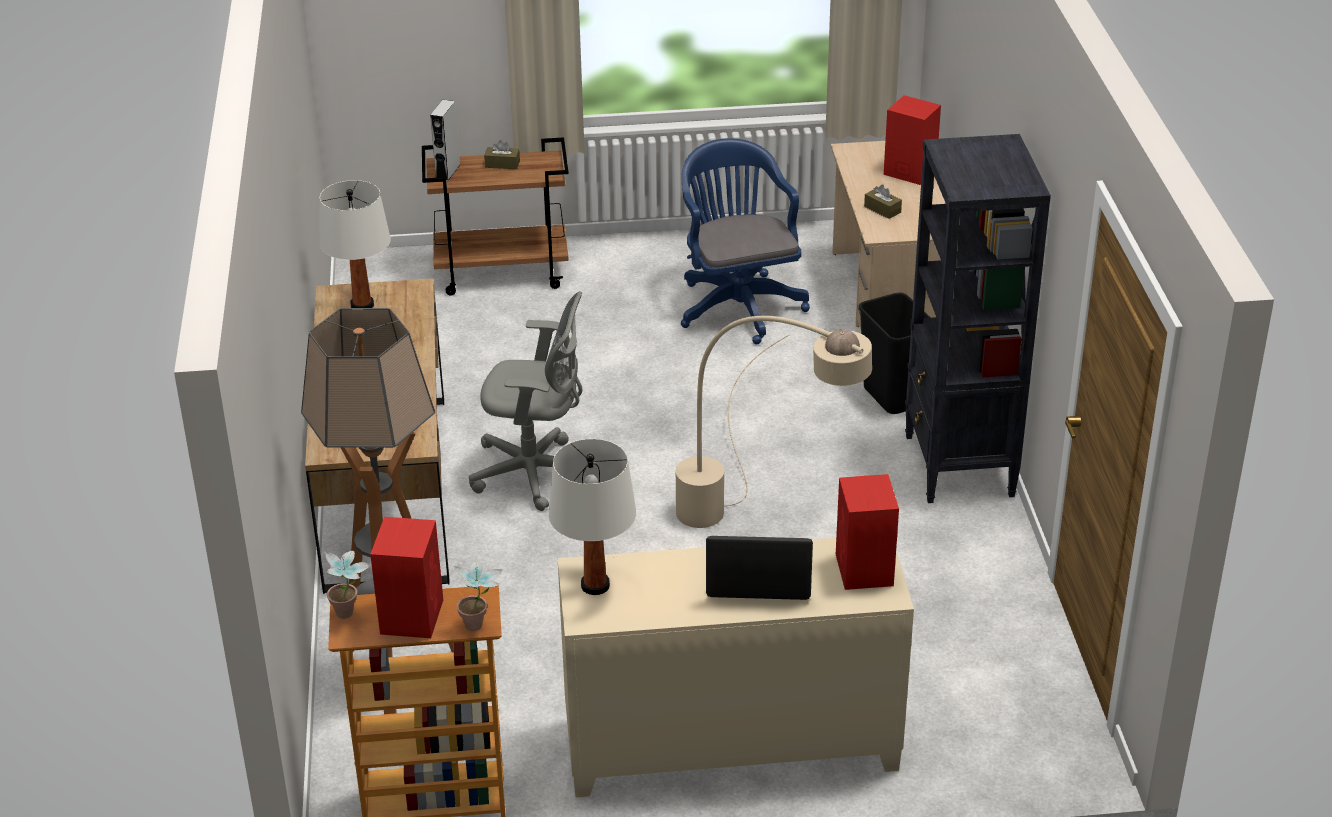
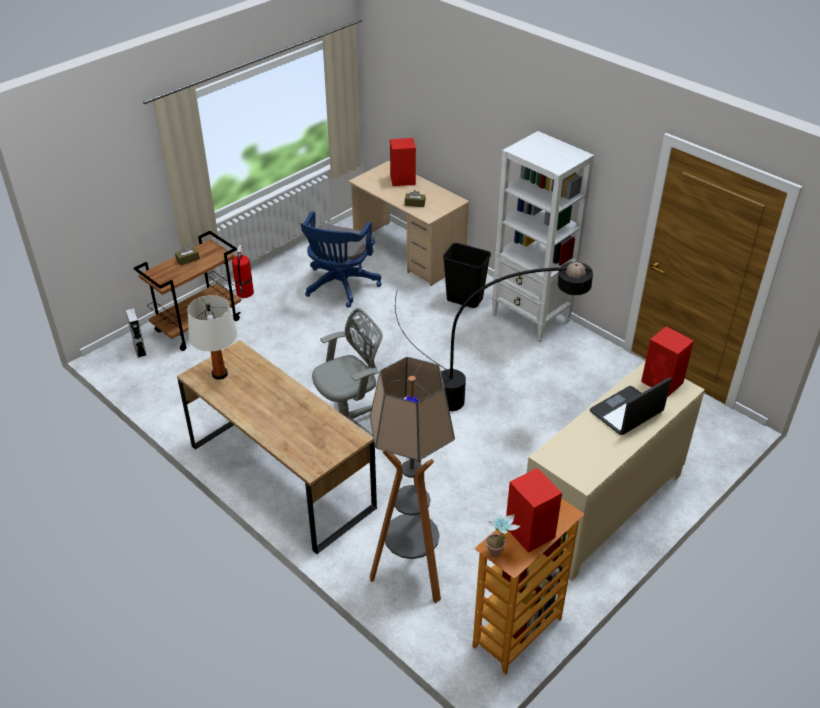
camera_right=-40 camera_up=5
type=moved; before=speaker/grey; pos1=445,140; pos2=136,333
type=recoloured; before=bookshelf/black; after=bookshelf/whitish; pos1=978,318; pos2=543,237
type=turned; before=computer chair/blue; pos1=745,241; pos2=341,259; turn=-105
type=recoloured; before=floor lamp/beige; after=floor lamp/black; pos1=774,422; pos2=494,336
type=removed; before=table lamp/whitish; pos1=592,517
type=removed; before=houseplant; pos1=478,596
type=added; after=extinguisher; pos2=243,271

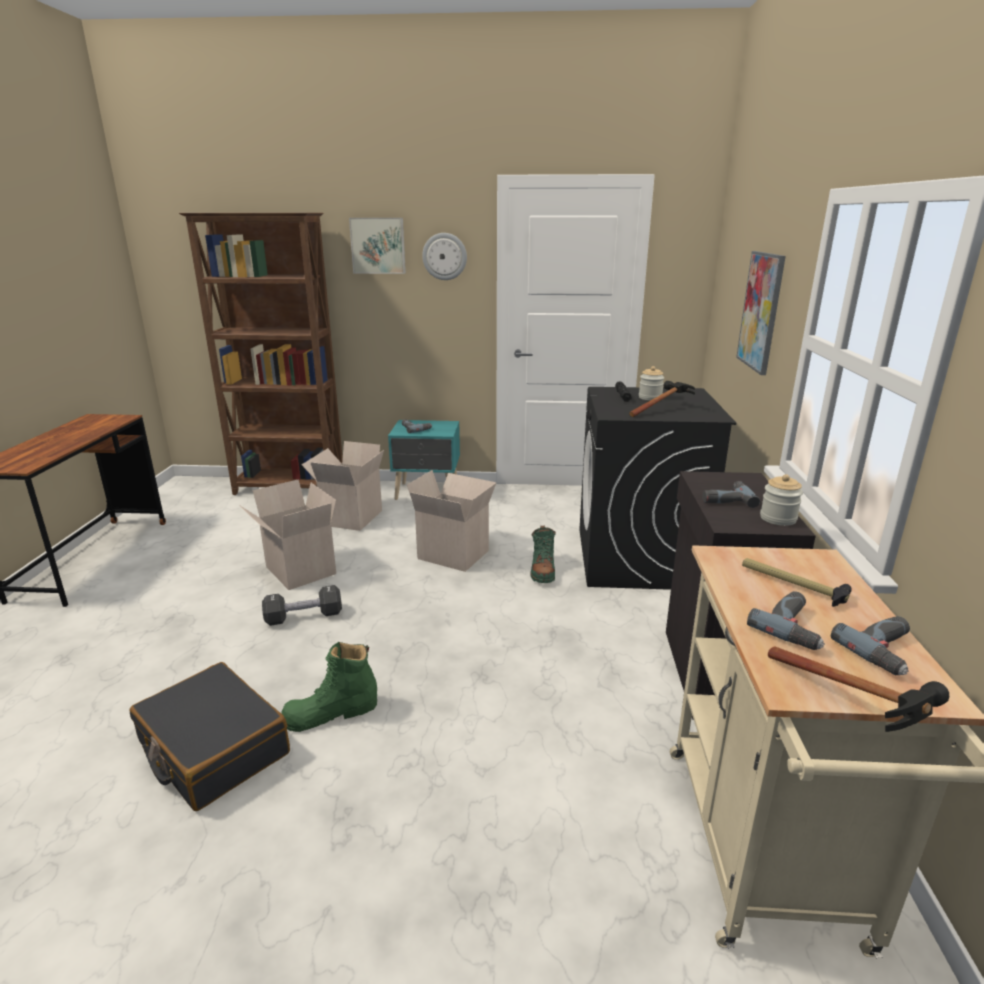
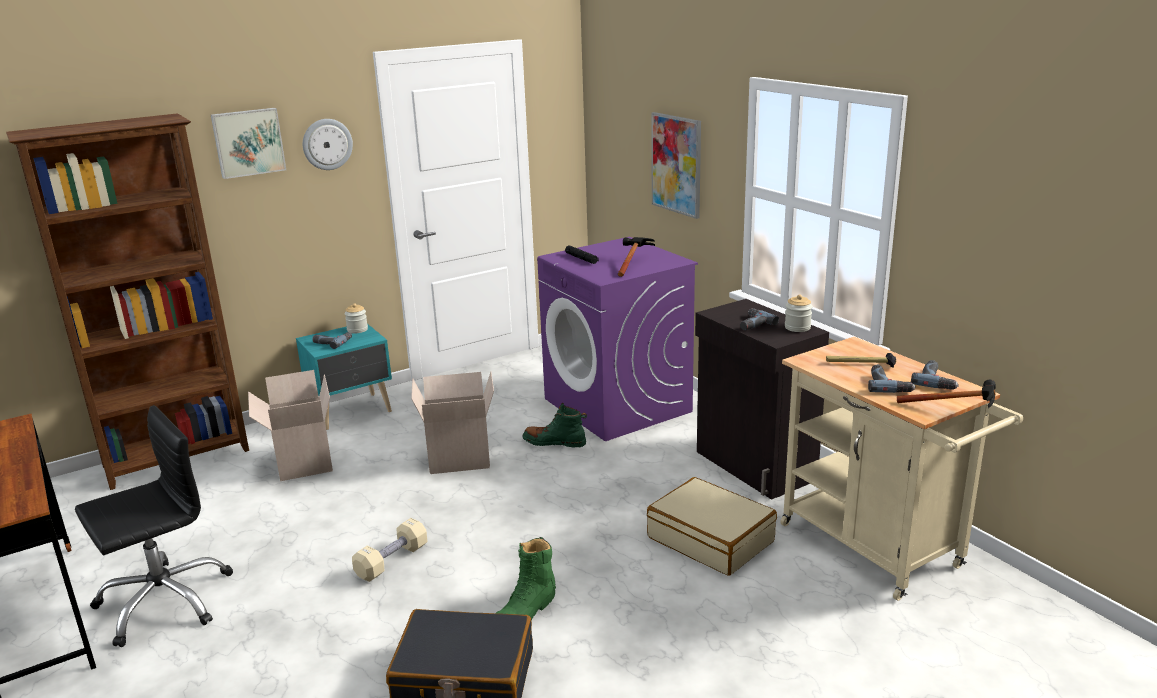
camera_right=-35 camera_up=0
type=moved; before=storage jar; pos1=651,383; pos2=356,318
type=recoloured; before=laundry machine/black; after=laundry machine/purplish; pos1=657,488; pos2=617,339
type=removed; before=packing box; pos1=287,534
type=turned; before=tall boot/green-coloured; pos1=543,554; pos2=554,425; turn=135
type=recoloured; before=dumbbell/black; after=dumbbell/beige; pos1=302,605; pos2=390,550
type=added; after=computer chair/black; pos2=154,526
type=added; after=piece of luggage/beige; pos2=712,526

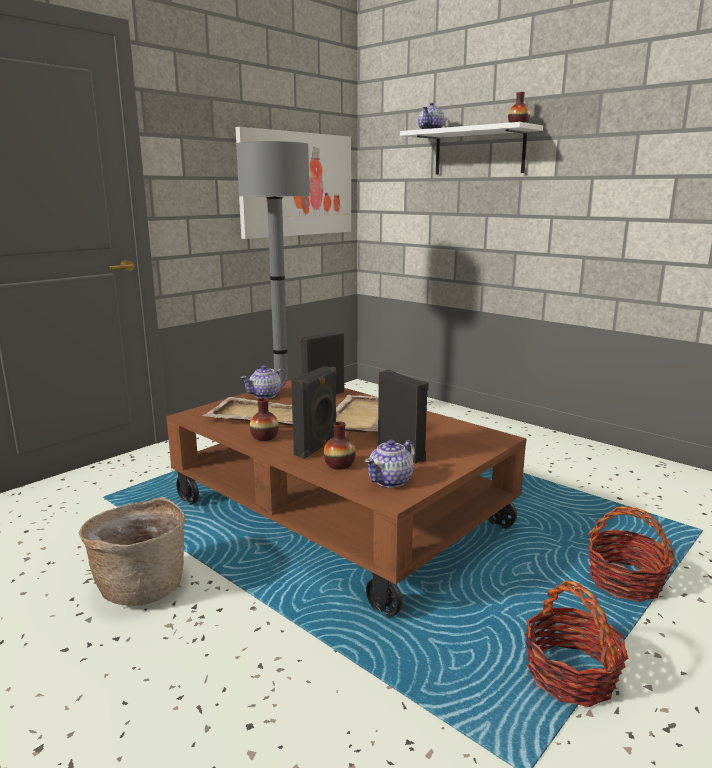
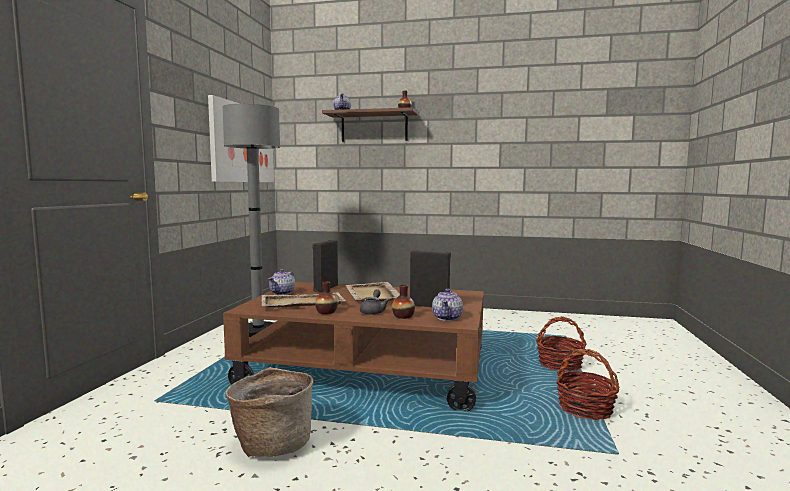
camera_right=-30 camera_up=-10
type=recoloured; before=wall shelf/whitish; after=wall shelf/brownish; pos1=471,148; pos2=370,124
type=replaced; before=speaker/black; after=tea pot/grey; pos1=314,412; pos2=374,302

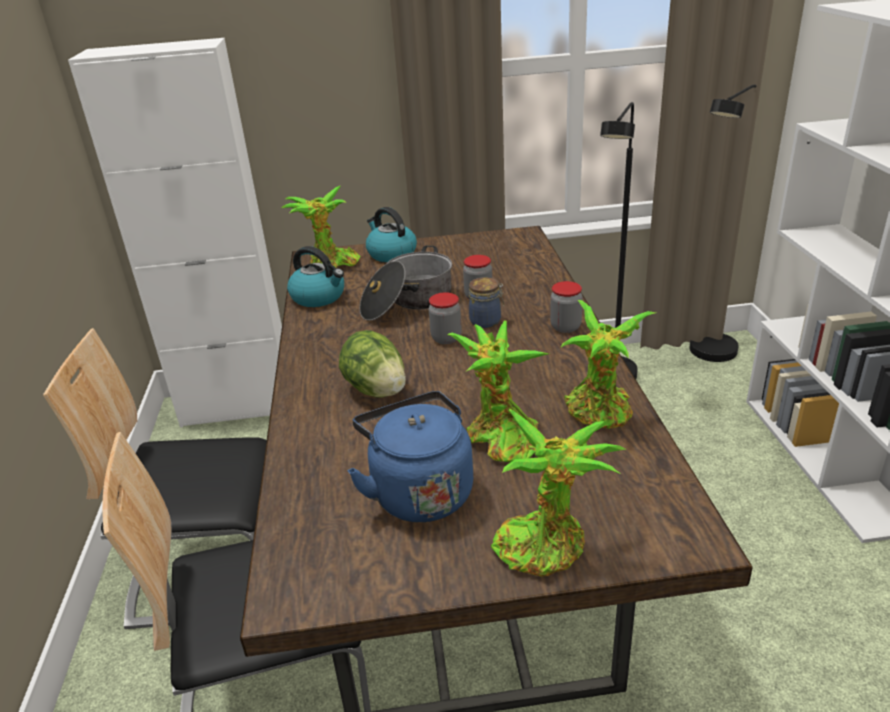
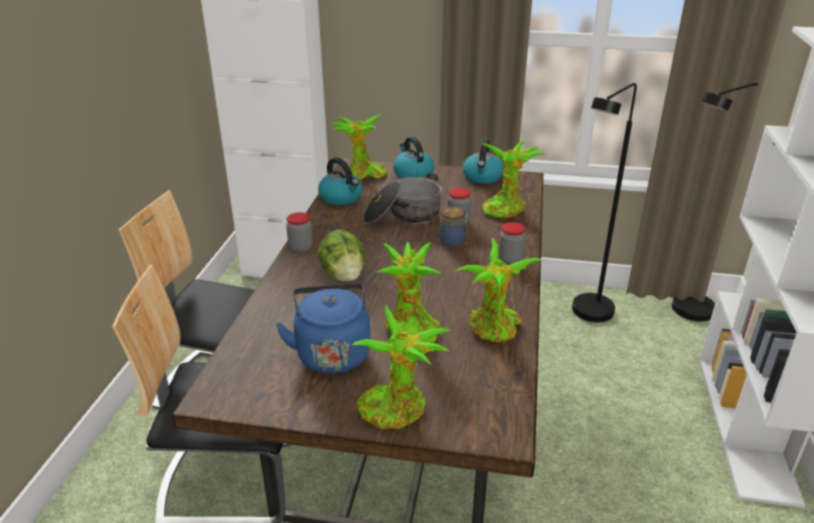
camera_right=15 camera_up=0
type=moved; before=storage jar; pos1=445,318; pos2=299,232
type=added; after=water kettle; pos2=483,161
type=added; after=houseplant; pos2=514,179

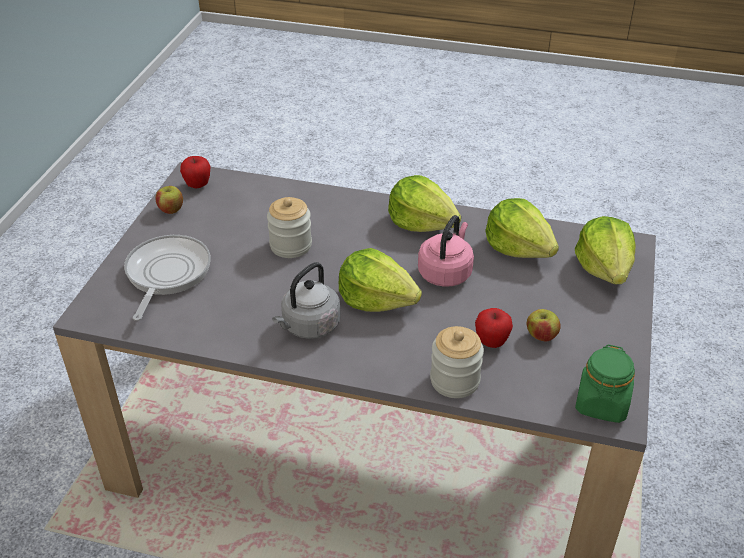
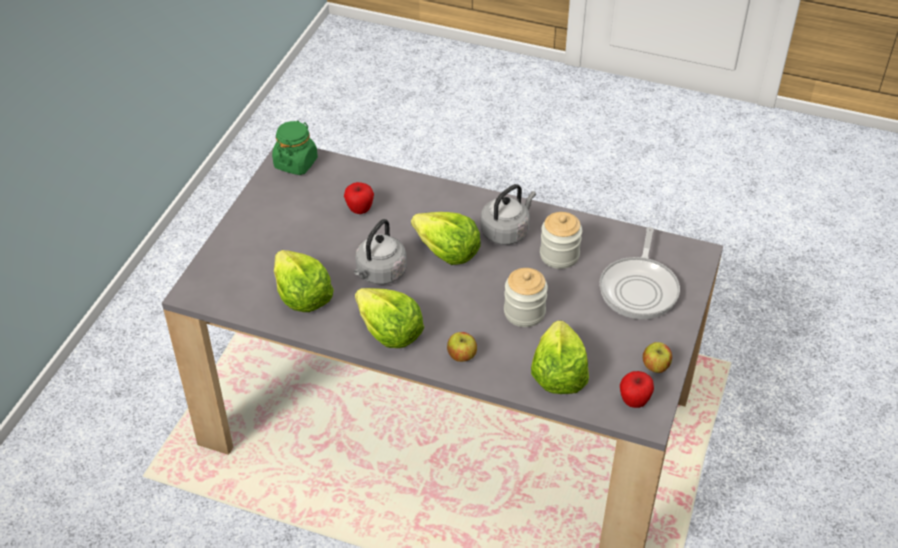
camera_right=-175 camera_up=5
type=recoloured; before=water kettle/pink-coloured; after=water kettle/grey; pos1=446,251; pos2=380,252
type=moved; before=lettuce; pos1=605,250; pos2=560,357
type=moved; before=apple; pos1=544,325; pos2=462,347
type=moved; before=storage jar; pos1=457,362; pos2=561,240

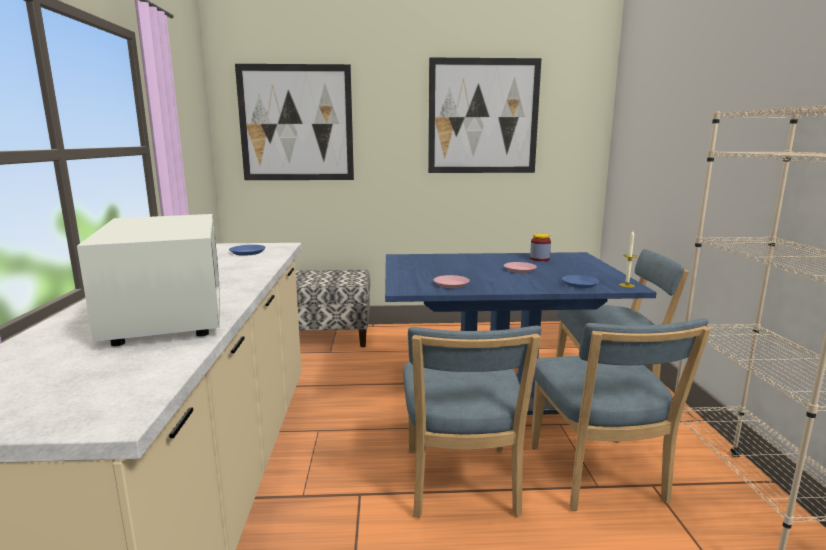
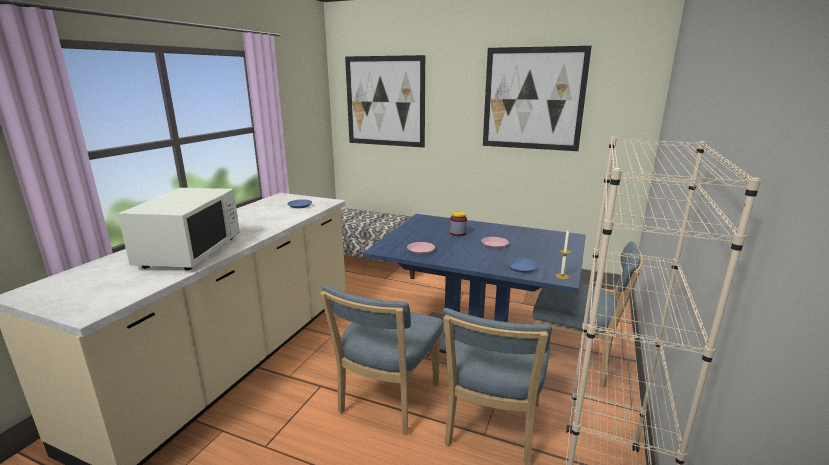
camera_right=25 camera_up=5
type=moved; before=storage jar; pos1=540,247; pos2=458,224

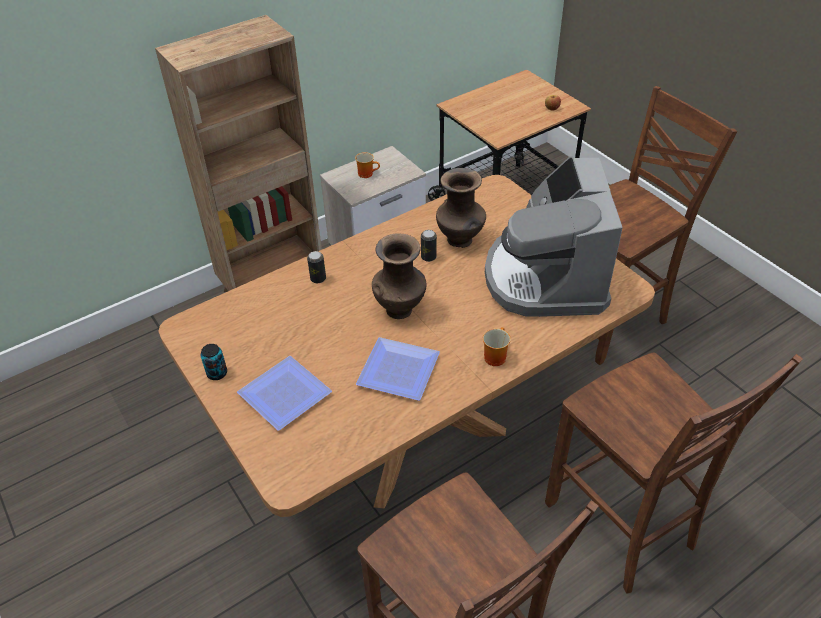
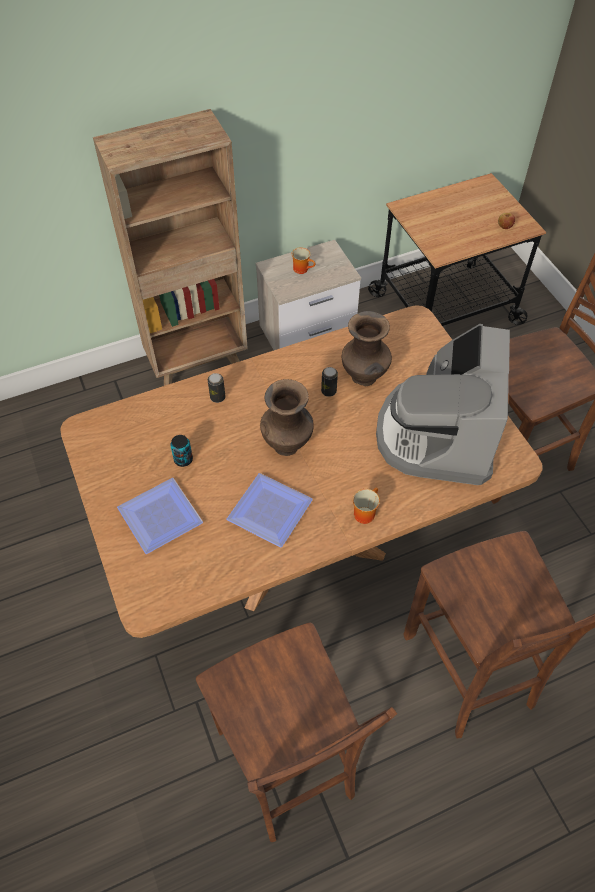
camera_right=10 camera_up=10
type=moved; before=can; pos1=214,362; pos2=181,451

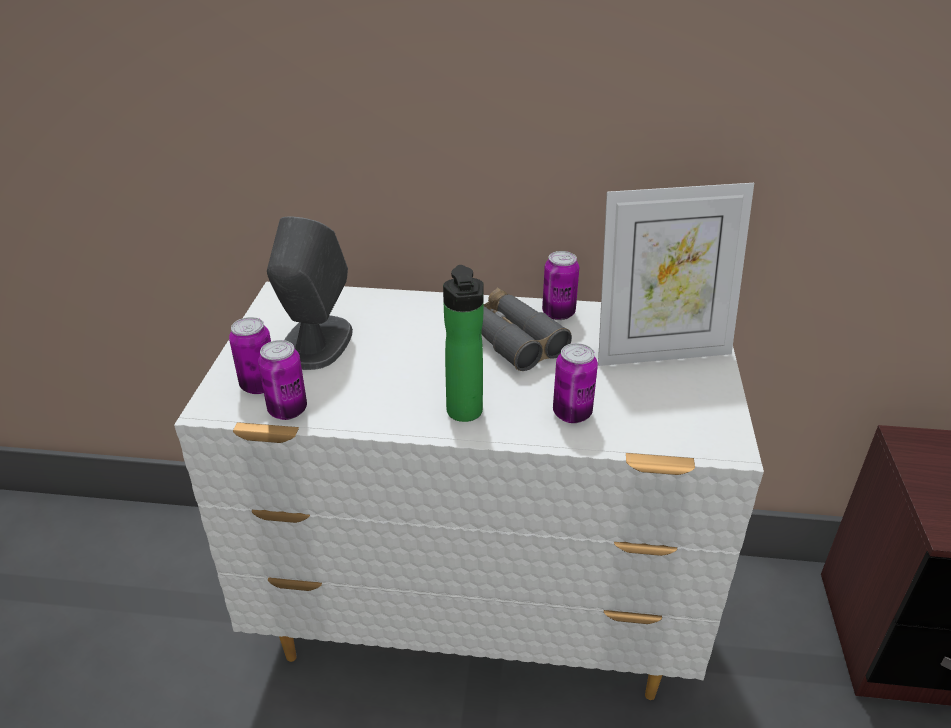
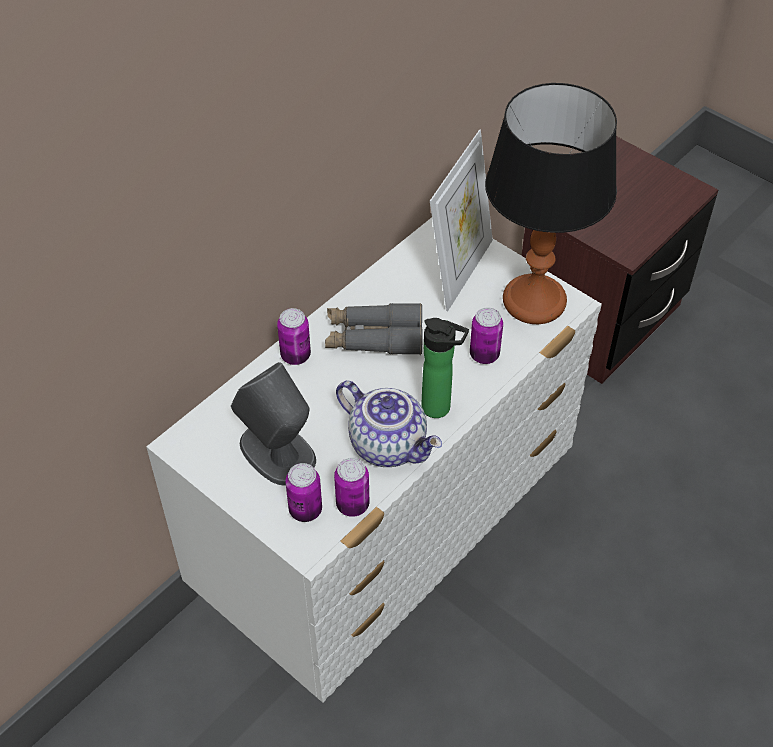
camera_right=-55 camera_up=15
type=moved; before=can; pos1=560,285; pos2=294,336
type=added; after=table lamp; pos2=551,203
type=added; after=tea pot; pos2=389,424

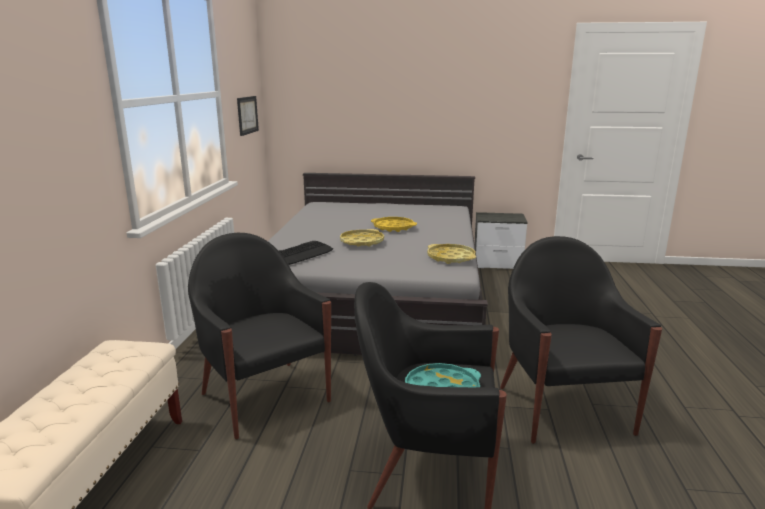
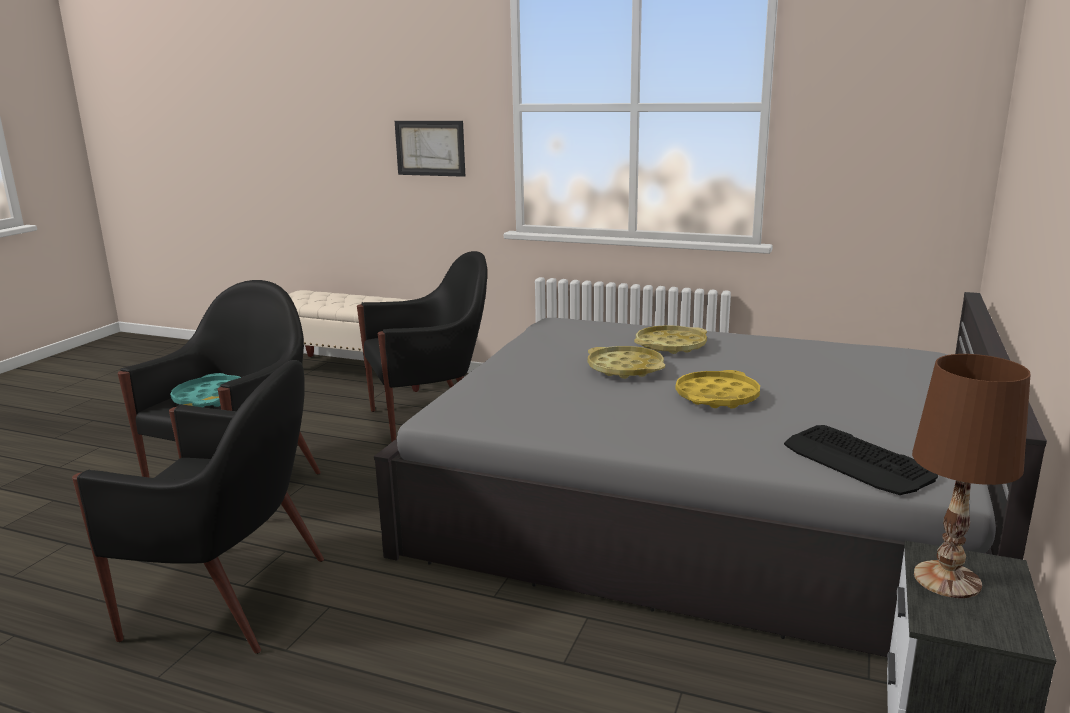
camera_right=105 camera_up=0
type=moved; before=wall art; pos1=248,116; pos2=430,149
type=moved; before=keyboard; pos1=306,253; pos2=861,460
type=moved; before=serving tray/yellow; pos1=451,254; pos2=670,339
type=added; after=table lamp/brownish; pos2=971,476

